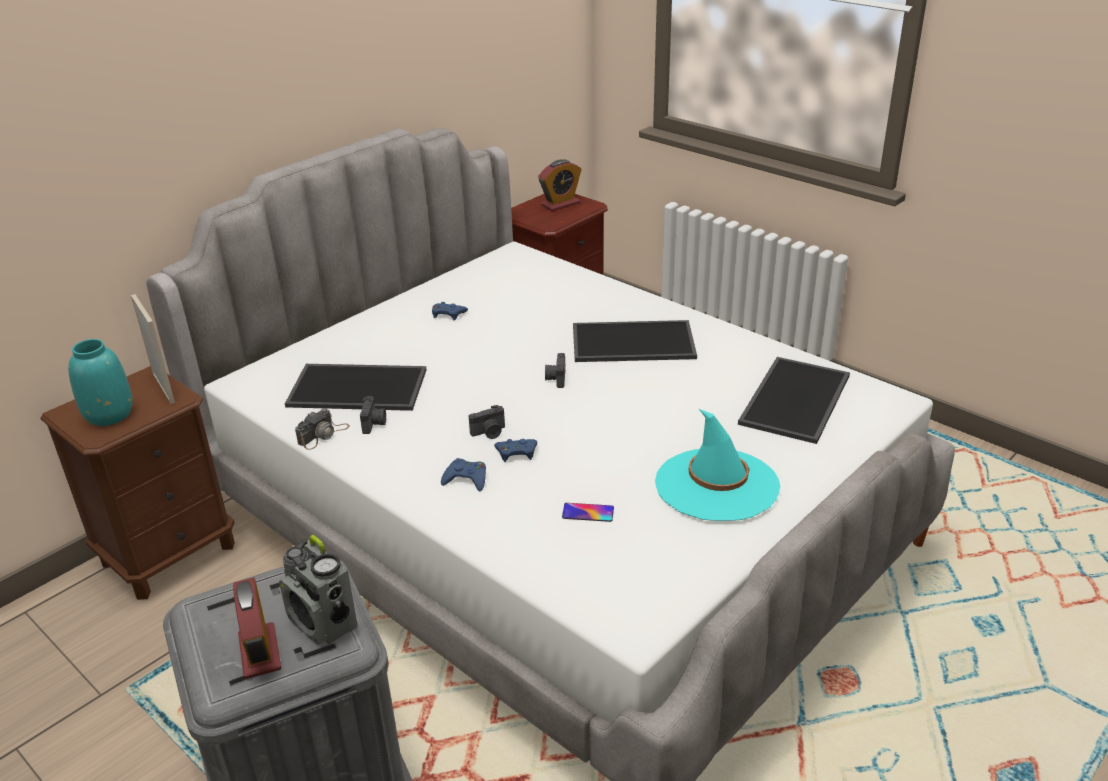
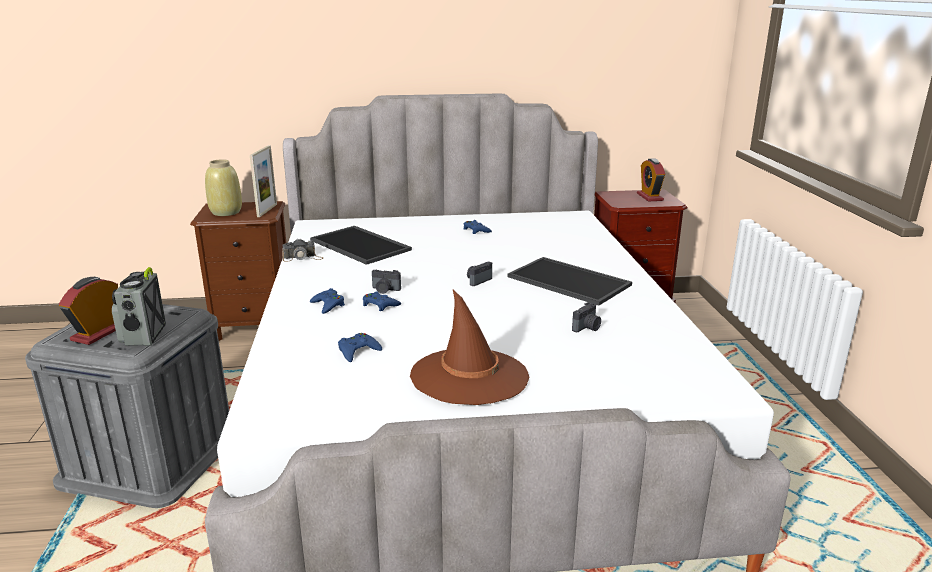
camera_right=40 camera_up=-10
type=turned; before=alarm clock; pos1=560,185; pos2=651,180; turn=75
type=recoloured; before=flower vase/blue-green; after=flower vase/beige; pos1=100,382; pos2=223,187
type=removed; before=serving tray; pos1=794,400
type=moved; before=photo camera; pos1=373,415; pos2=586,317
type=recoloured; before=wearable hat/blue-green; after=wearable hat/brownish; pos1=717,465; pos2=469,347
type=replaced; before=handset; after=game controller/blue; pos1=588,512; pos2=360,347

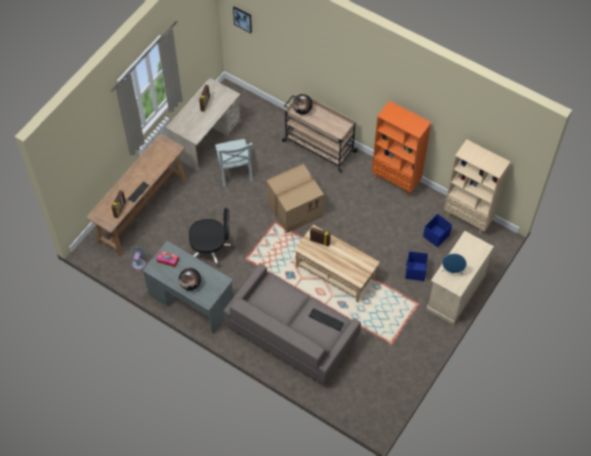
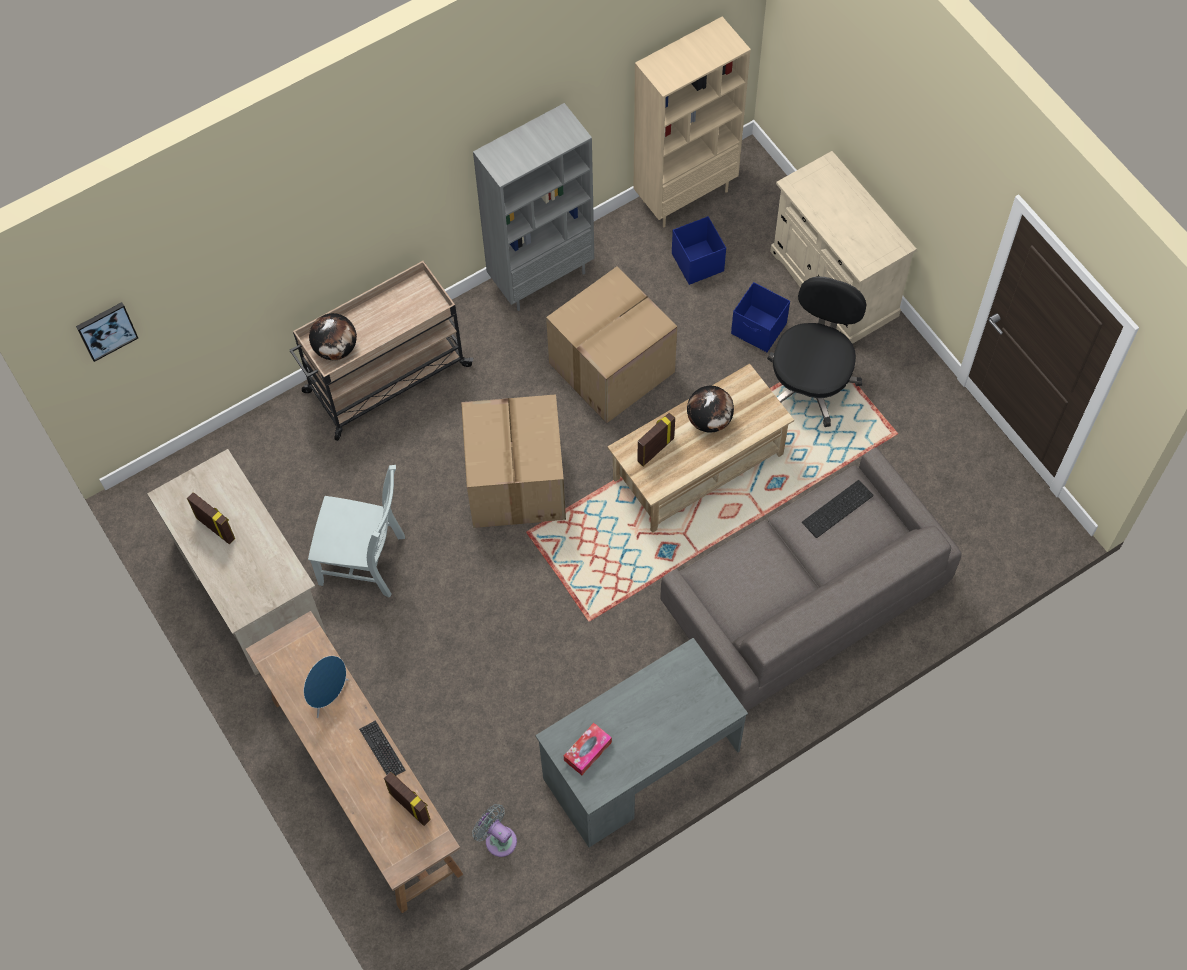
camera_right=-65 camera_up=5
type=recoloured; before=bookshelf/orange-coloured; after=bookshelf/grey; pos1=401,148; pos2=533,207
type=moved; before=computer chair/black; pos1=212,238; pos2=816,351
type=moved; before=speaker/blue; pos1=454,264; pos2=326,687
type=moved; before=world globe; pos1=190,279; pos2=710,409
type=added; after=packing box; pos2=611,344

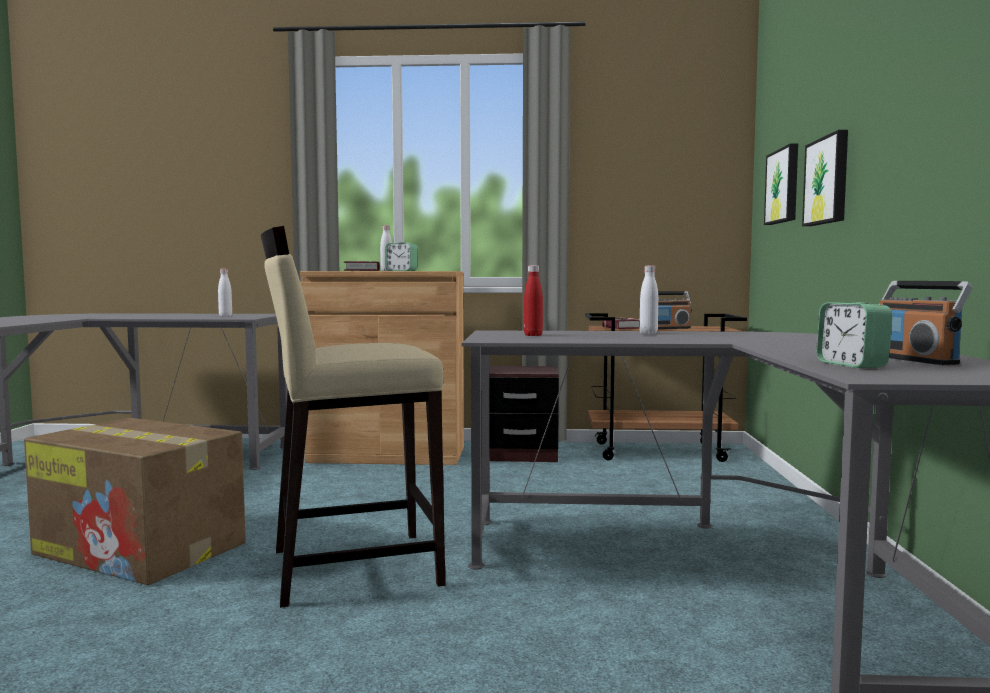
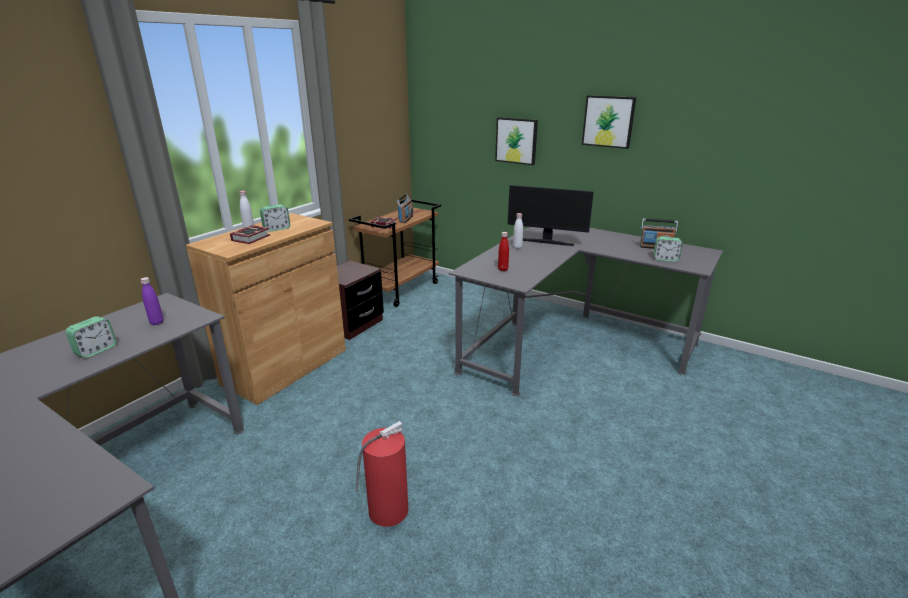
camera_right=-60 camera_up=20
type=moved; before=wall art; pos1=781,184; pos2=609,122
type=removed; before=stool seat/beige; pos1=353,417
type=recoloured; before=beverage bottle/whitish; after=beverage bottle/purplish; pos1=225,293; pos2=152,301
type=replaced; before=packing box; after=extinguisher; pos1=135,501; pos2=382,474
type=added; after=computer display; pos2=551,215
type=added; after=alarm clock; pos2=91,337

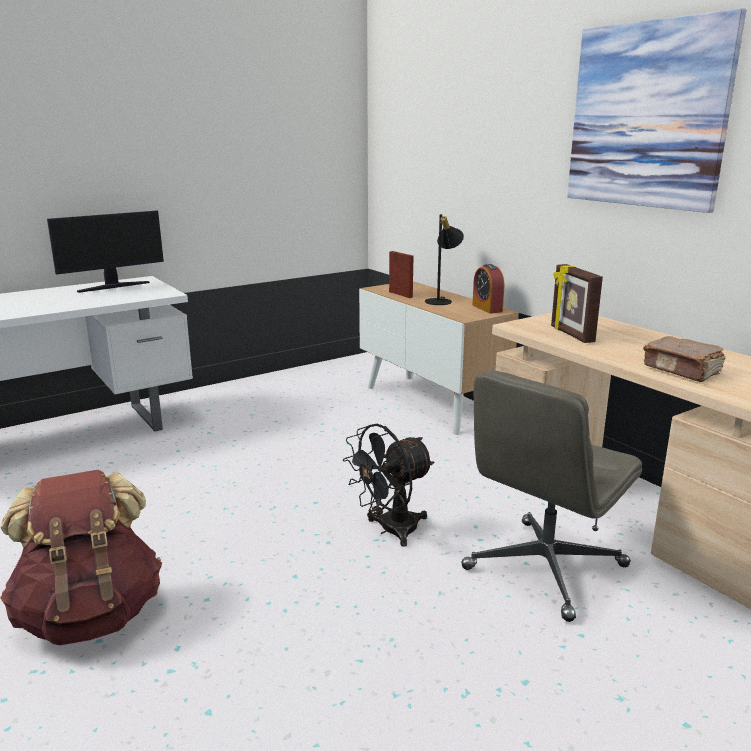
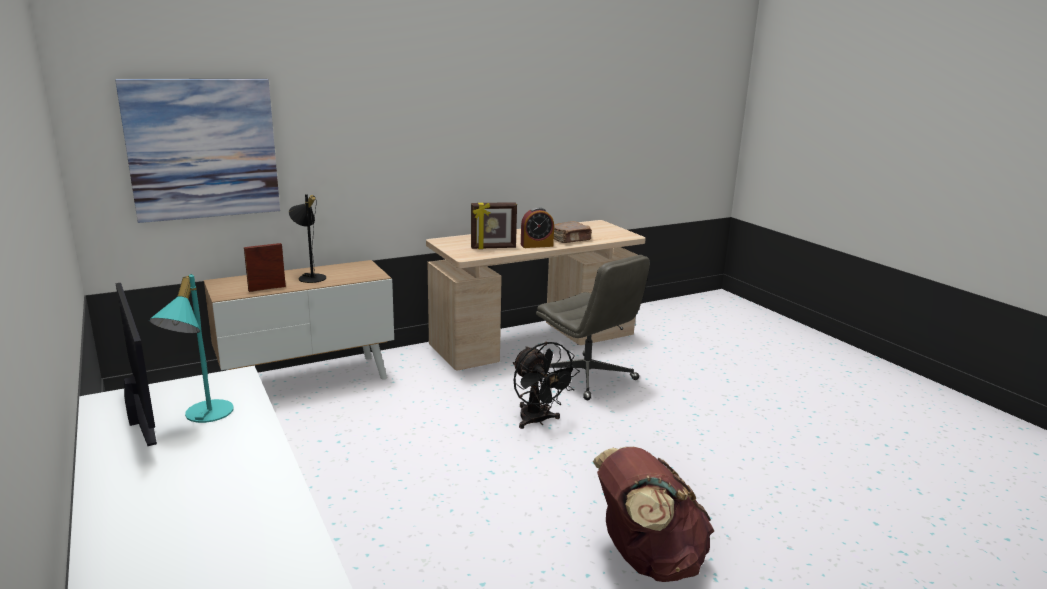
camera_right=-85 camera_up=0
type=moved; before=wall art; pos1=656,110; pos2=197,151
type=moved; before=alarm clock; pos1=488,288; pos2=537,227
type=added; after=table lamp/blue-green; pos2=191,348

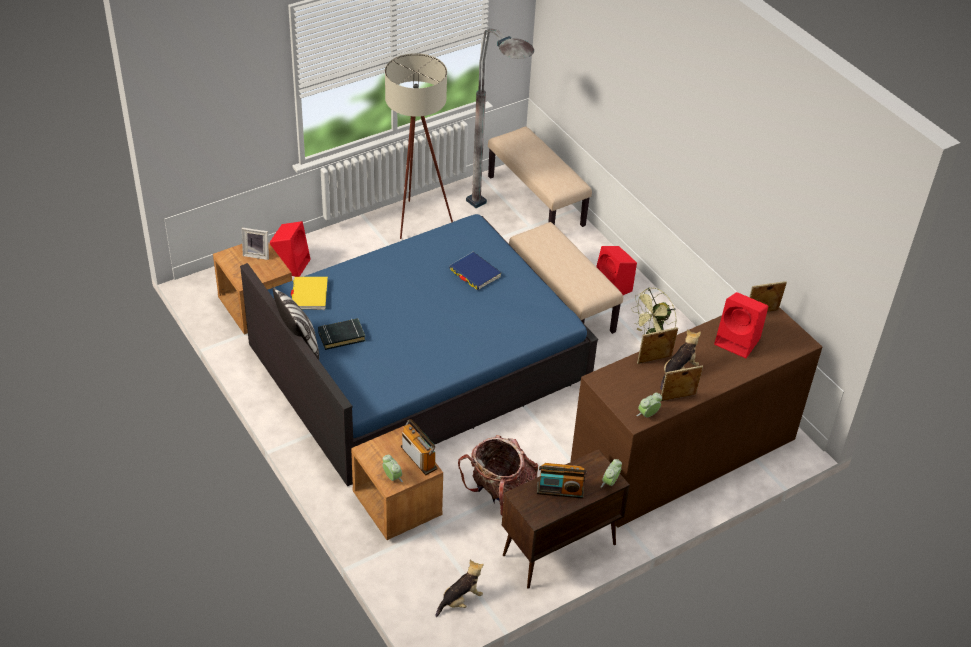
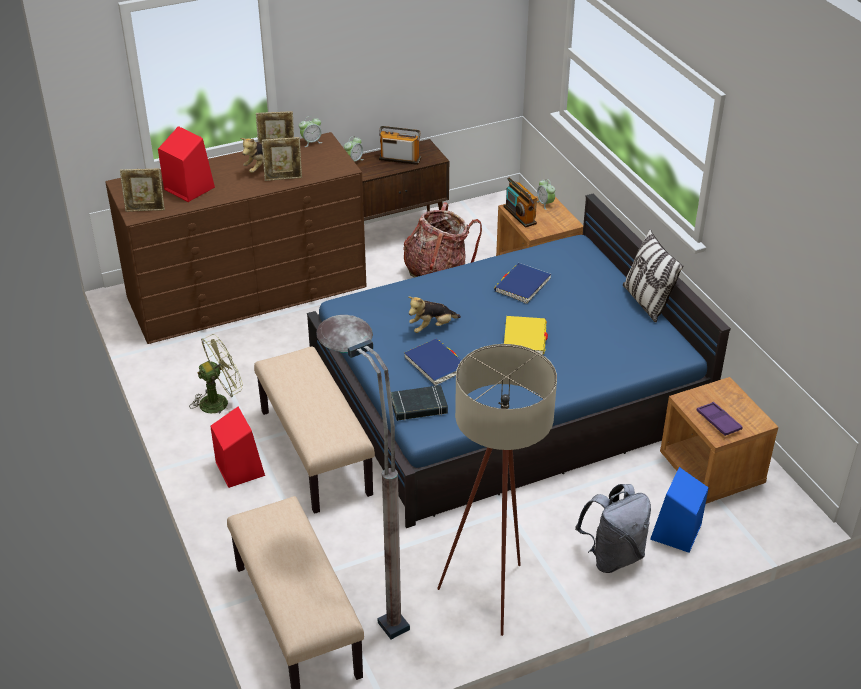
camera_right=-170 camera_up=-5
type=recoloured; before=speaker/red; after=speaker/blue; pos1=290,249; pos2=679,510
type=replaced; before=standing frame; after=serving tray/purplish; pos1=255,244; pos2=719,419
type=moved; before=volume/yellow; pos1=309,293; pos2=526,335
type=moved; before=volume/black; pos1=342,334; pos2=419,403
type=moved; before=soft toy; pos1=460,588; pos2=435,315
type=added; after=volume/blue; pos2=522,283
type=added; after=rucksack/grey; pos2=613,528

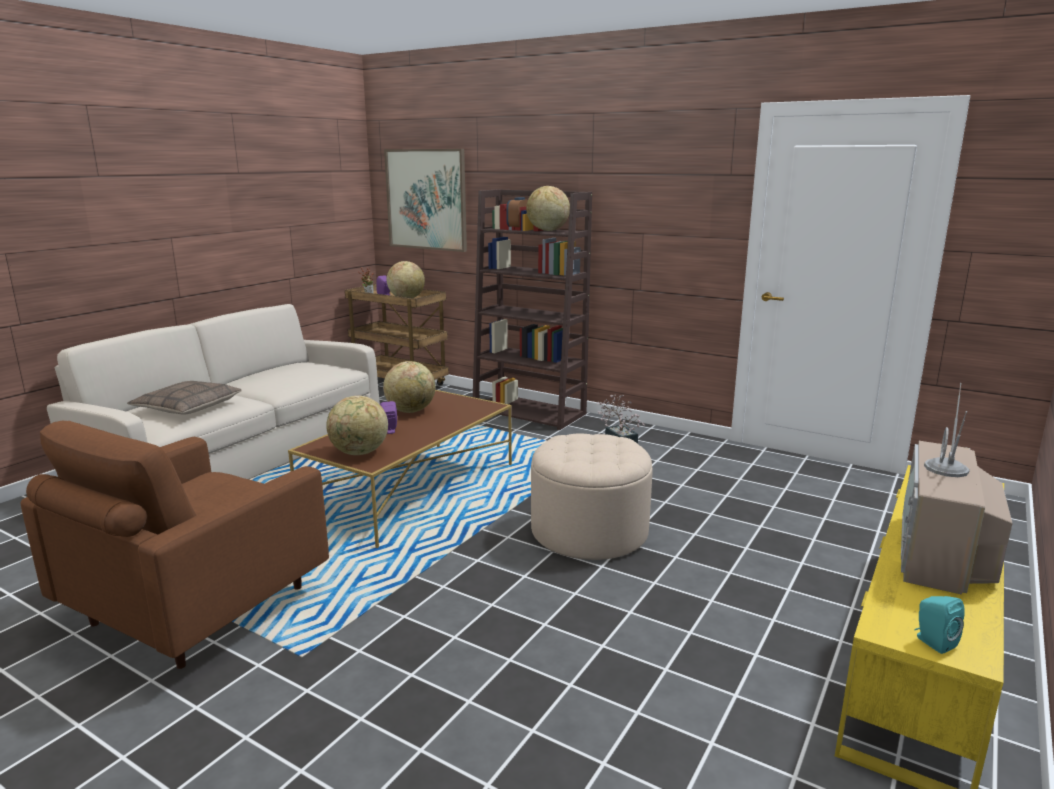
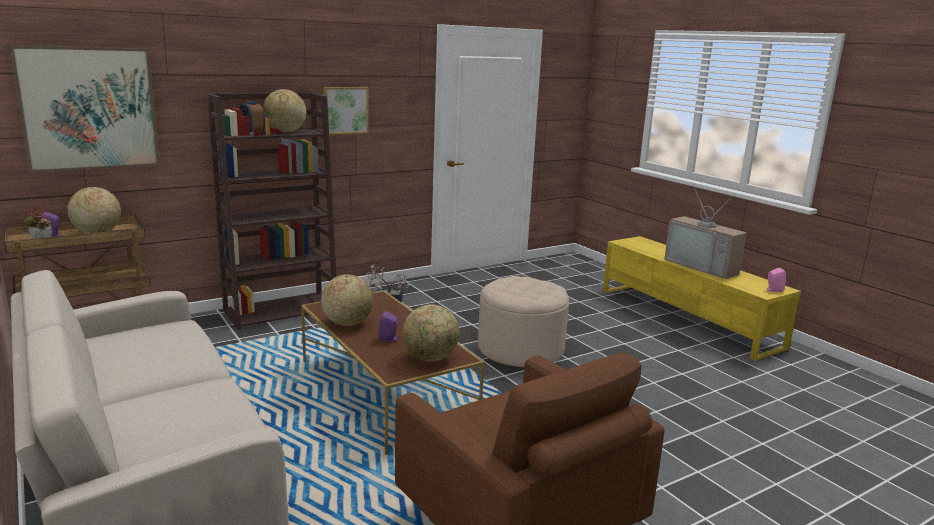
camera_right=-65 camera_up=0
type=removed; before=pillow; pos1=184,398
type=recoloured; before=speaker/blue-green; after=speaker/pink-coloured; pos1=939,625; pos2=776,280
type=added; after=wall art; pos2=346,111

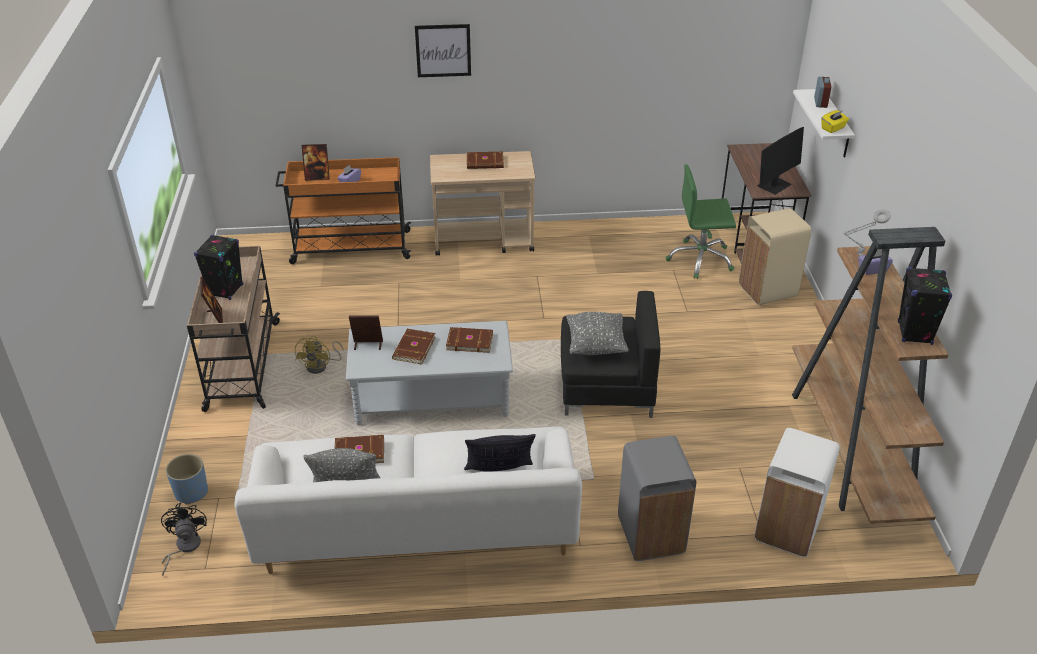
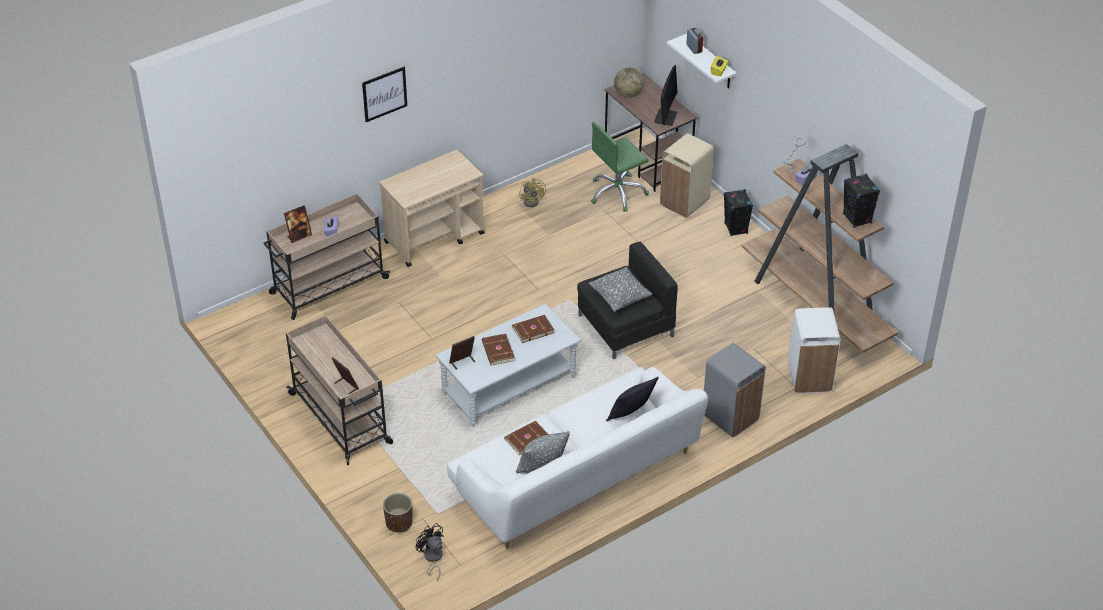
camera_right=-30 camera_up=5
type=removed; before=volume/brownish; pos1=485,160
type=recoloured; before=cart/orange-coloured; after=cart/beige; pos1=343,210; pos2=327,257
type=moved; before=speaker/black; pos1=218,267; pos2=738,212
type=moved; before=electric fan/yellow; pos1=319,355; pos2=532,192
type=recoloured; before=flower pot/blue; after=flower pot/brownish; pos1=187,479; pos2=397,512
type=added; after=world globe; pos2=629,82

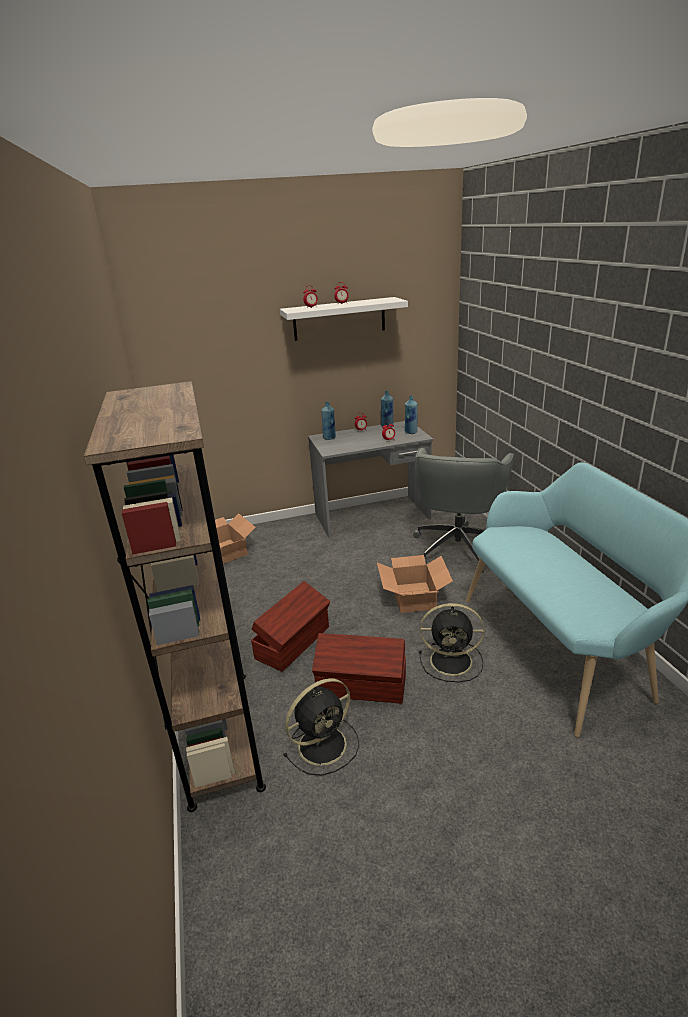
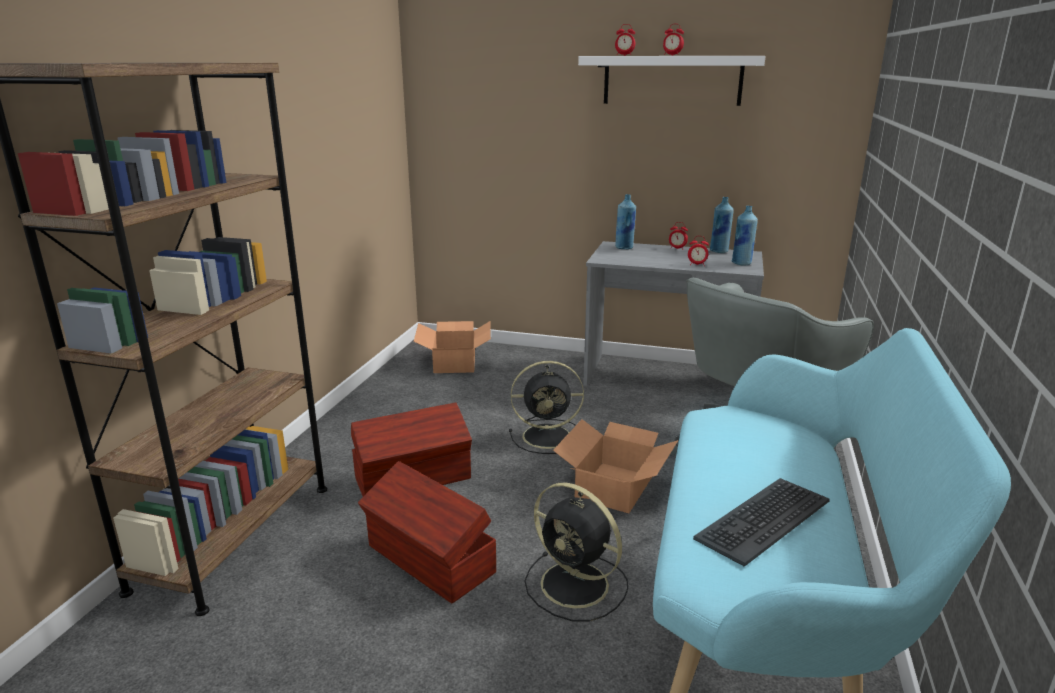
camera_right=30 camera_up=-5
type=moved; before=electric fan/black; pos1=321,727; pos2=546,407
type=added; after=keyboard; pos2=761,522

